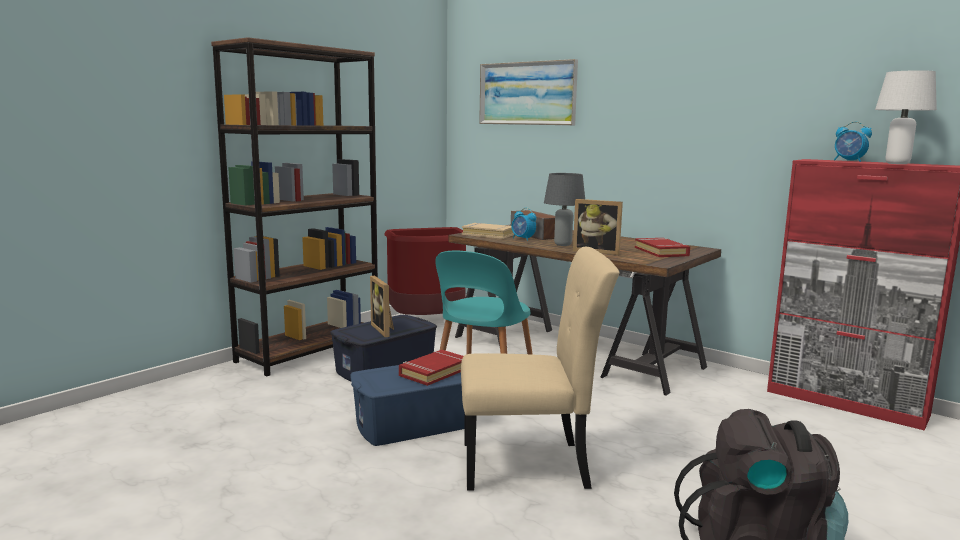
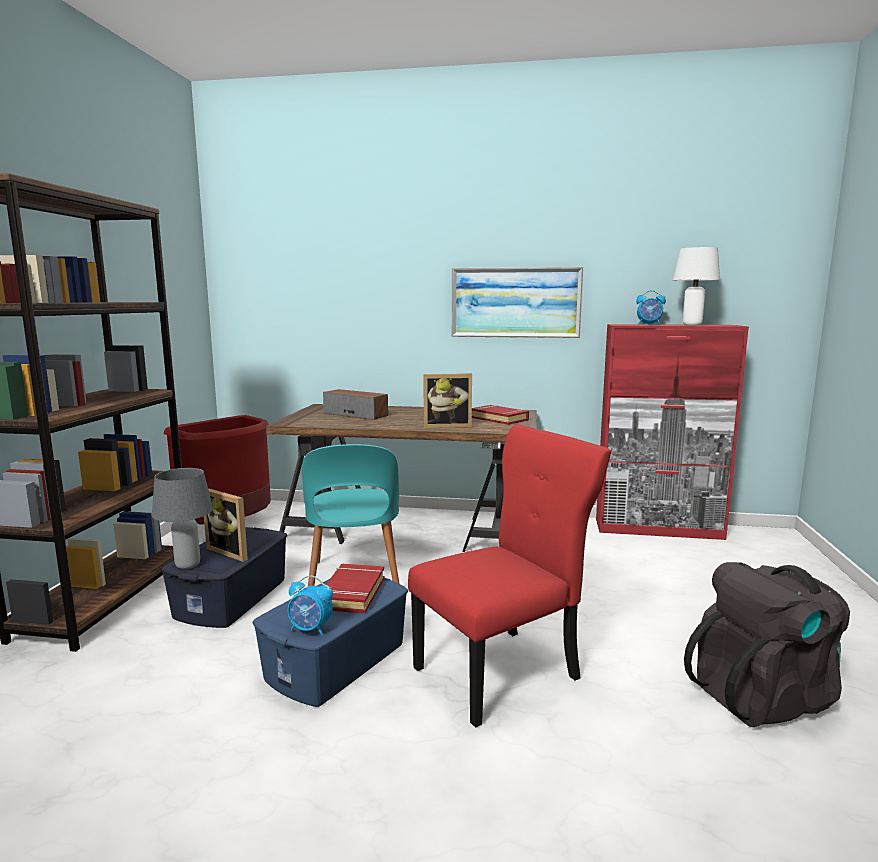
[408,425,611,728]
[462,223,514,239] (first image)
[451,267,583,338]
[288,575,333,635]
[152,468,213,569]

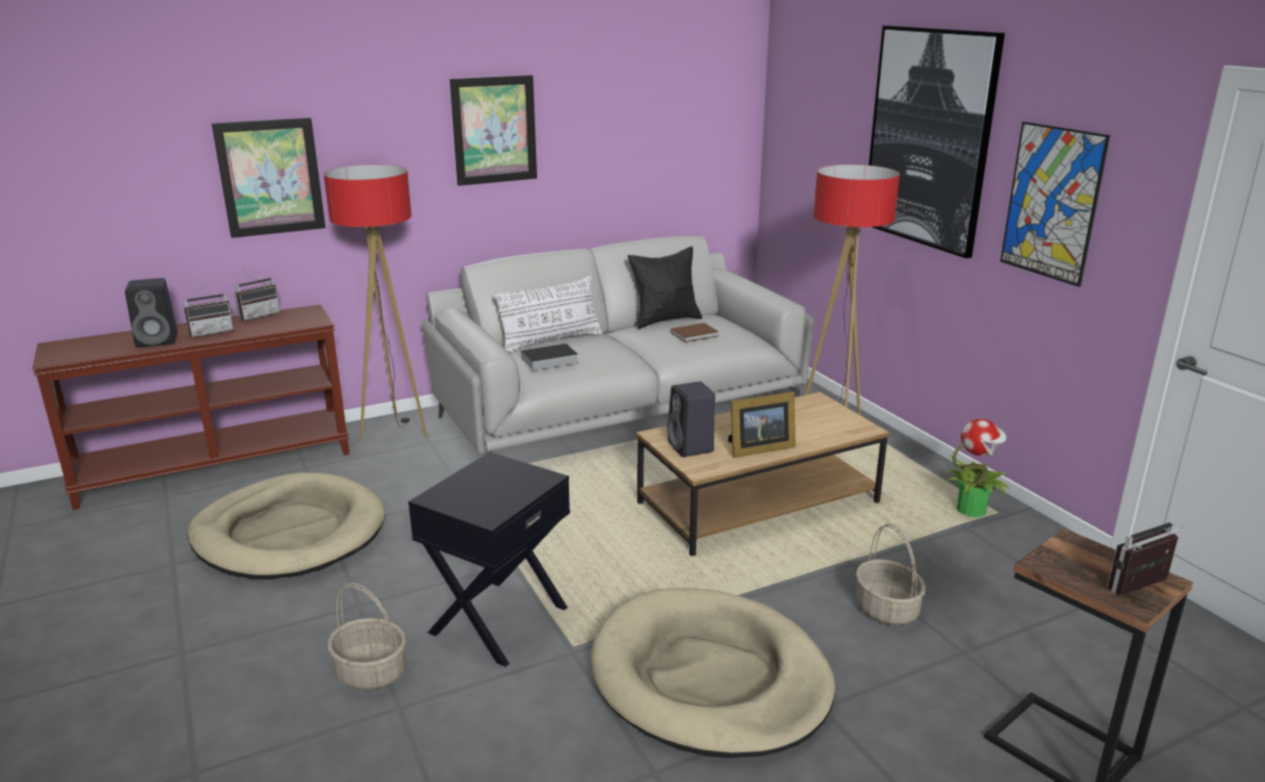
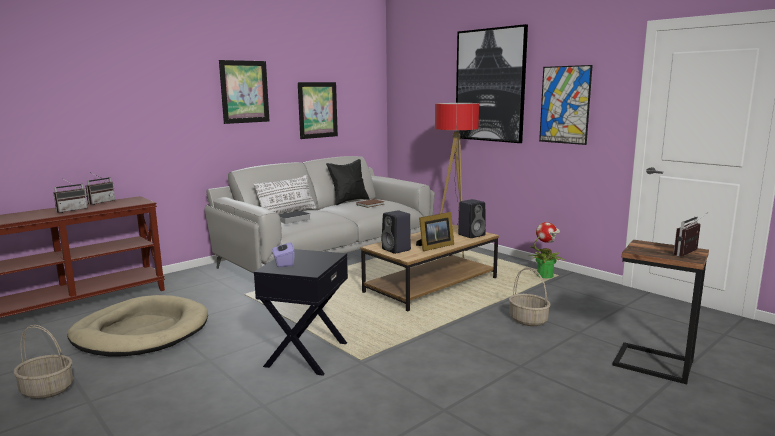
[458,199,486,238]
[298,82,338,139]
[324,165,428,442] (first image)
[13,325,73,399]
[591,588,835,758] (first image)
[272,239,295,267]

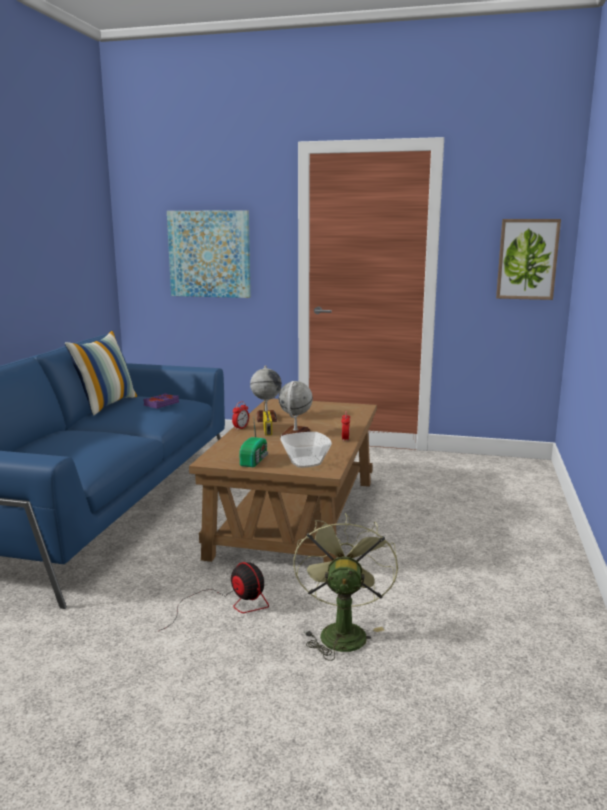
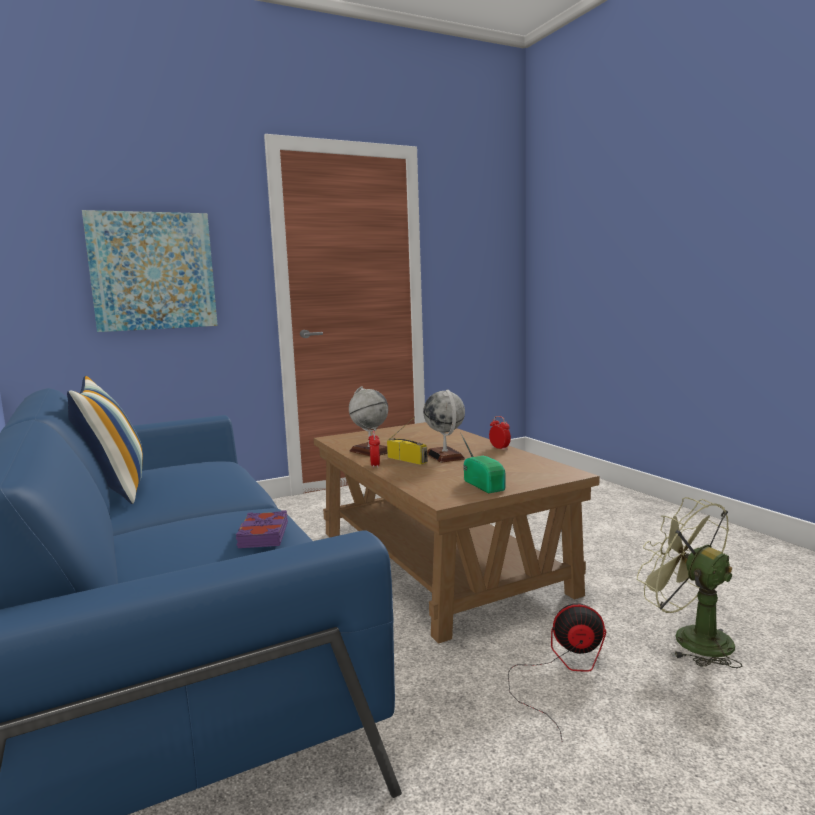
[236,510,288,548]
[280,432,332,468] (first image)
[496,219,561,300] (first image)

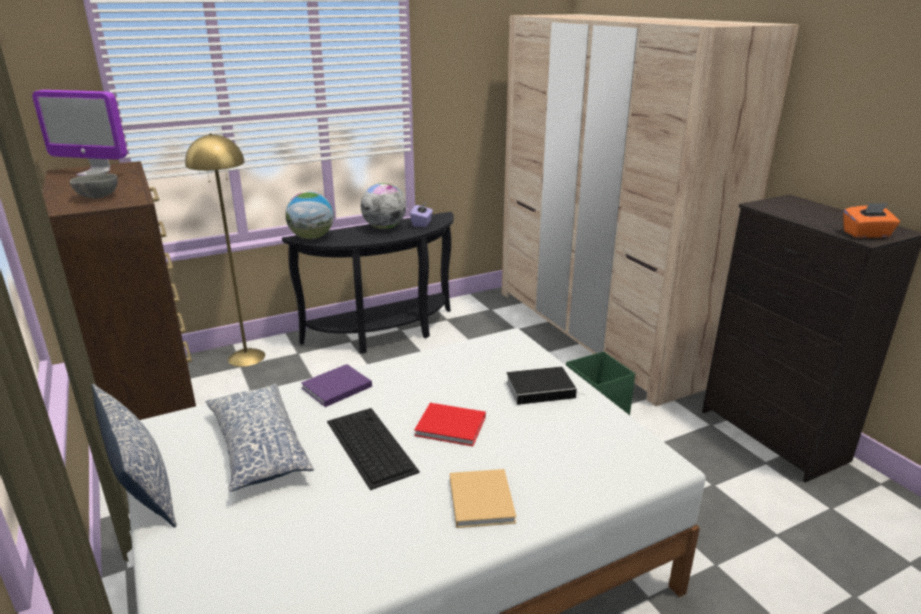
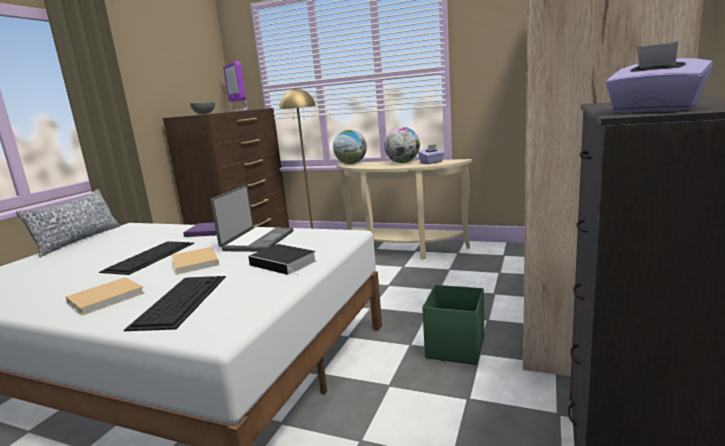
[206,383,314,492] (first image)
[337,159,472,260]
[172,247,219,275]
[606,42,713,113]
[124,276,226,331]
[211,185,294,252]

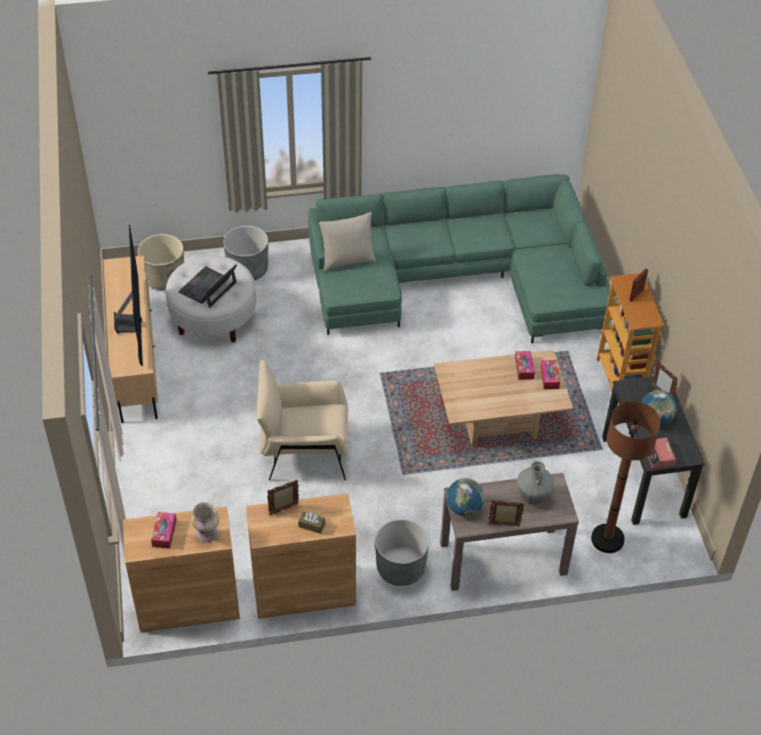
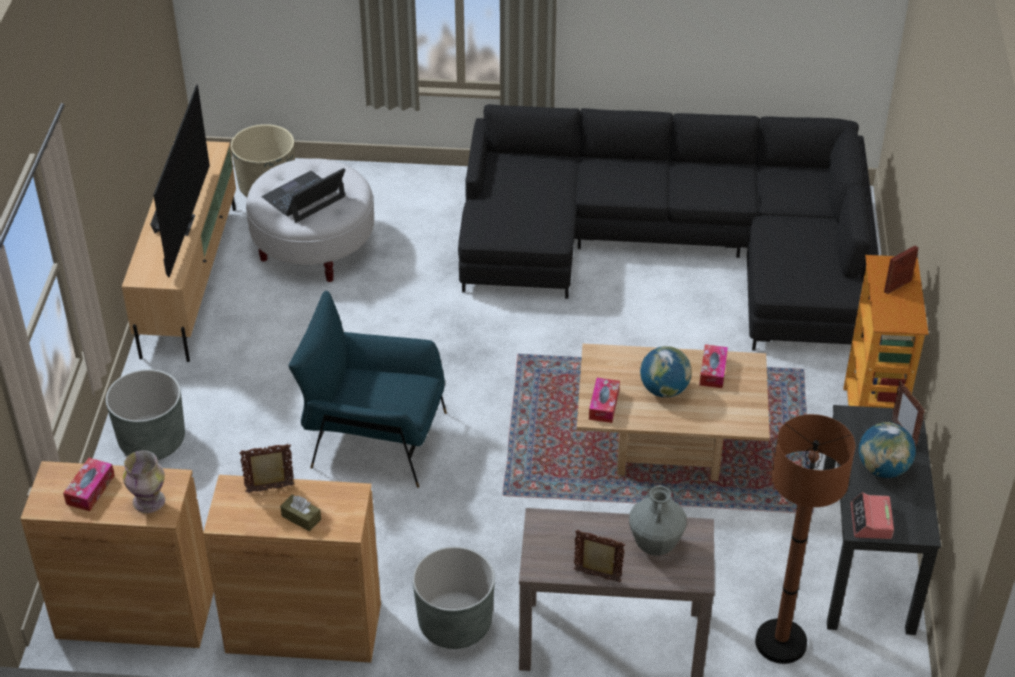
[106,369,185,460]
[289,291,447,488]
[458,104,879,351]
[319,212,376,271] (first image)
[640,346,692,398]
[589,378,620,423]

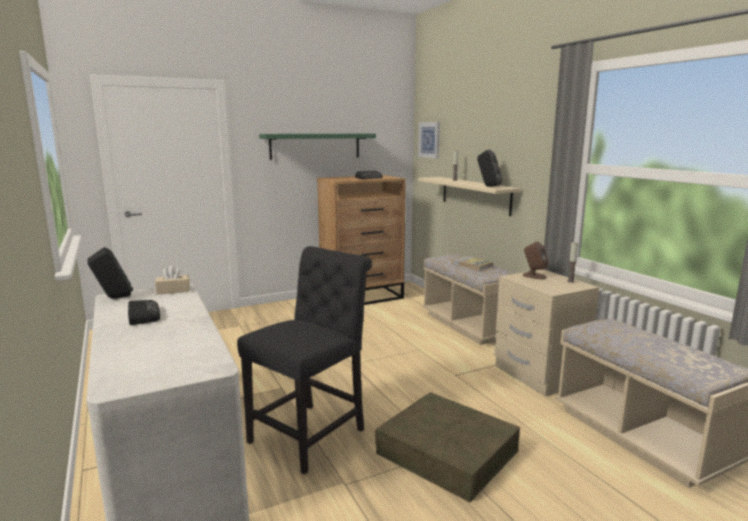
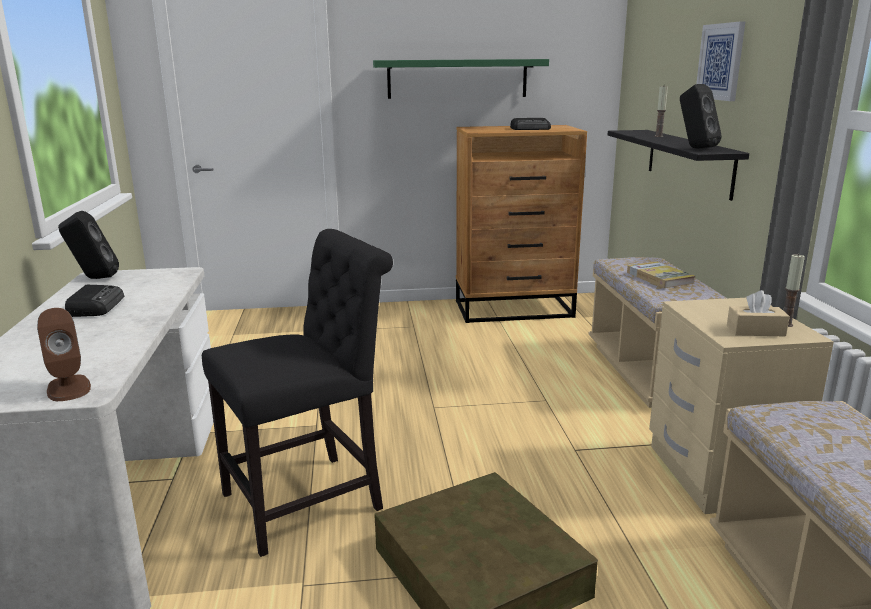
[727,290,790,336]
[696,21,746,101]
[608,130,749,201]
[37,308,91,401]

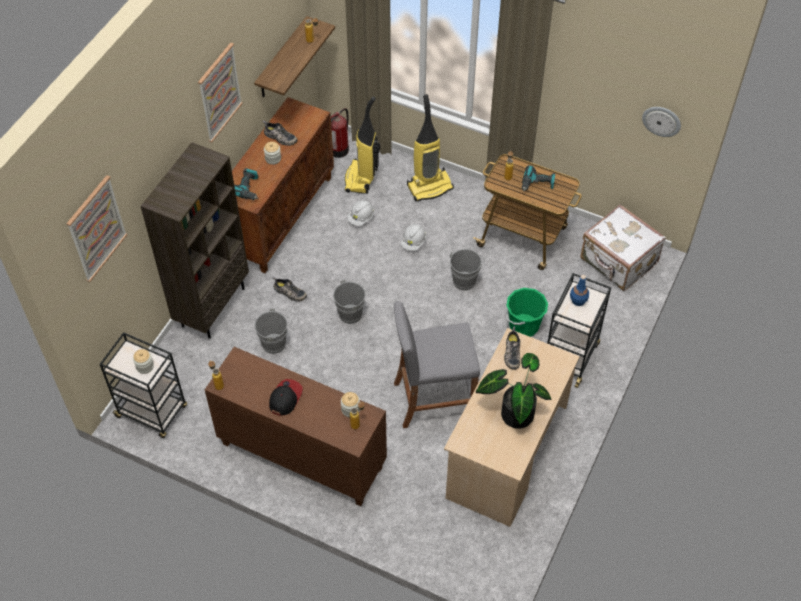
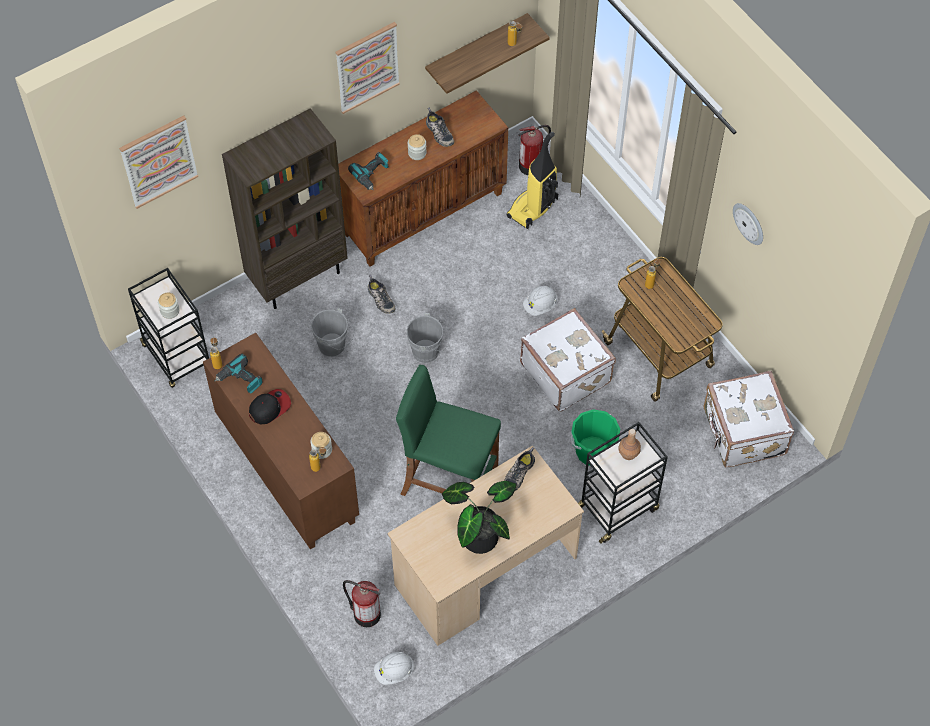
[374,652,414,685]
[396,365,501,496]
[407,94,454,201] (first image)
[520,308,616,412]
[215,353,263,394]
[619,429,641,460]
[733,203,763,245]
[343,580,381,627]

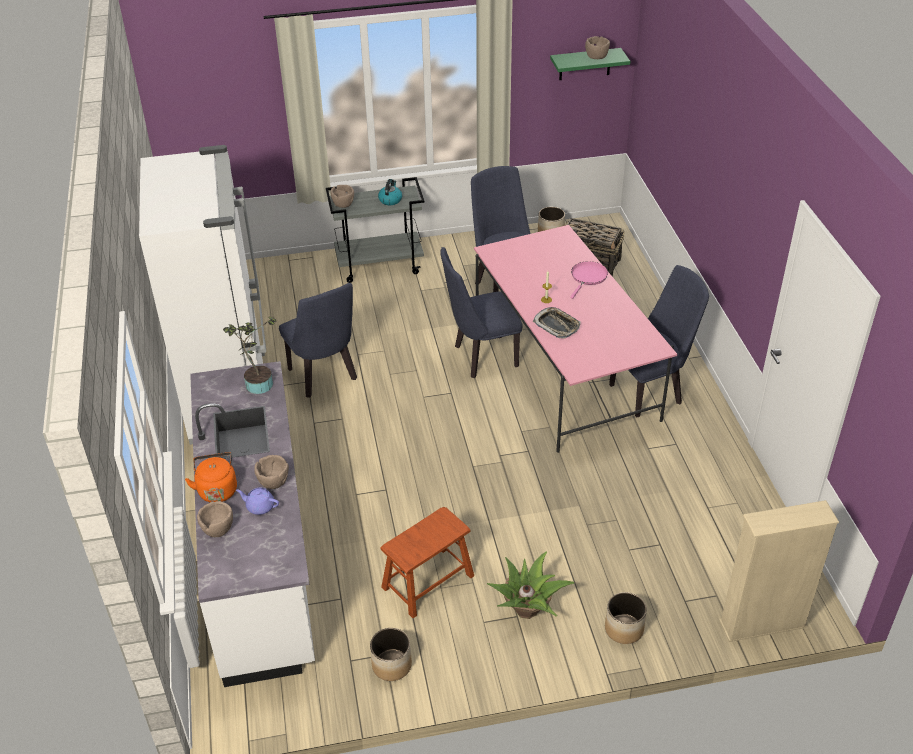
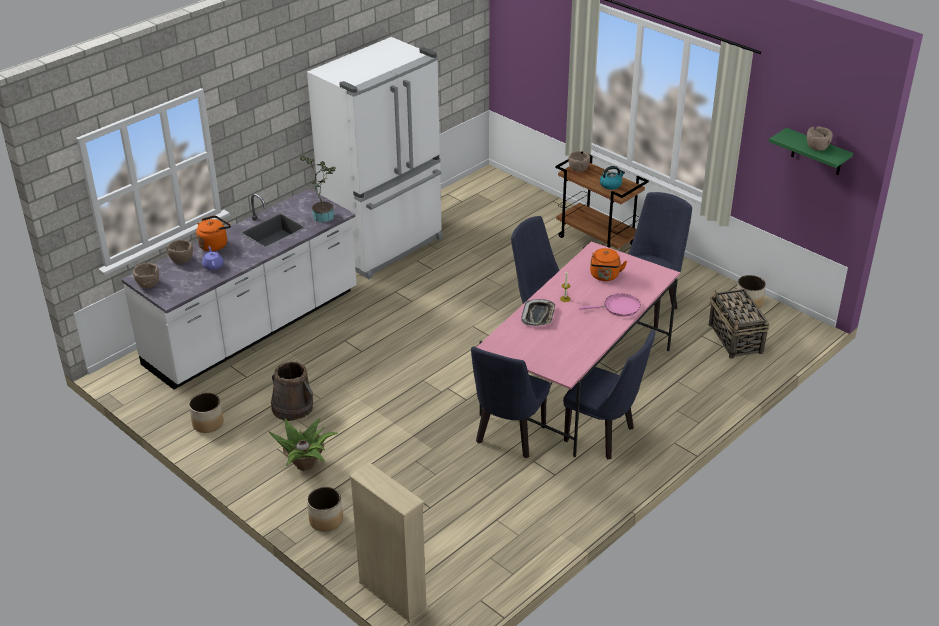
[133,263,159,288]
[471,346,550,458]
[555,151,649,249]
[271,362,313,421]
[590,248,627,281]

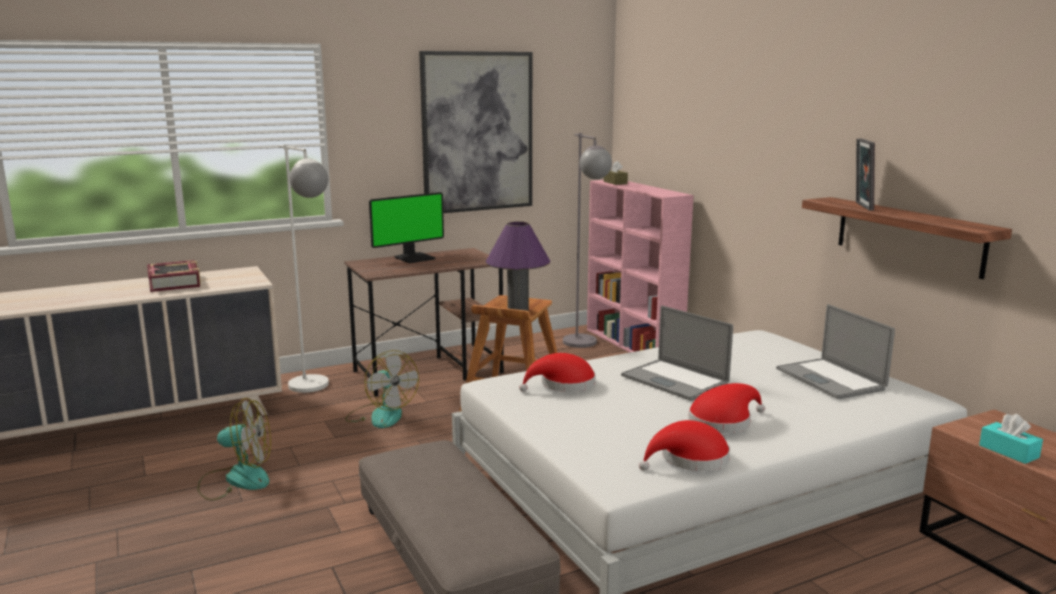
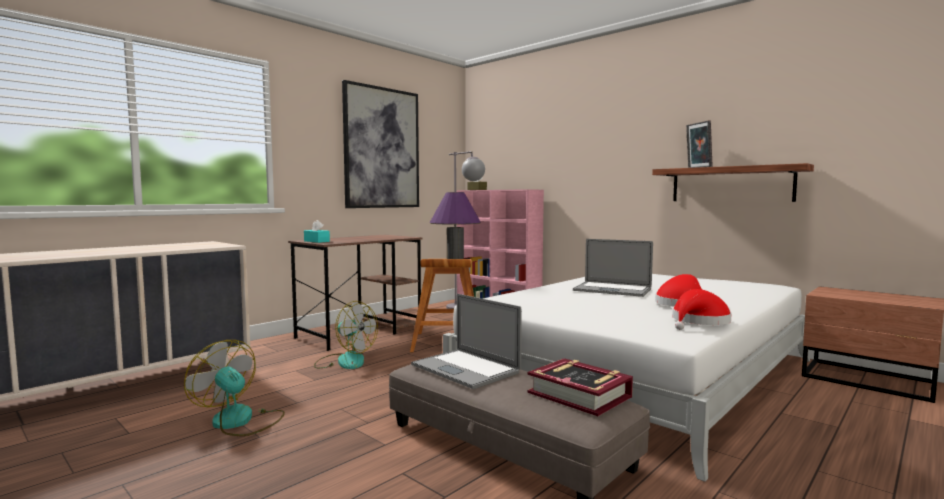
[527,358,633,416]
[184,340,285,436]
[279,144,329,393] (first image)
[369,192,444,263] (first image)
[519,353,596,392] (first image)
[411,294,522,389]
[304,220,330,243]

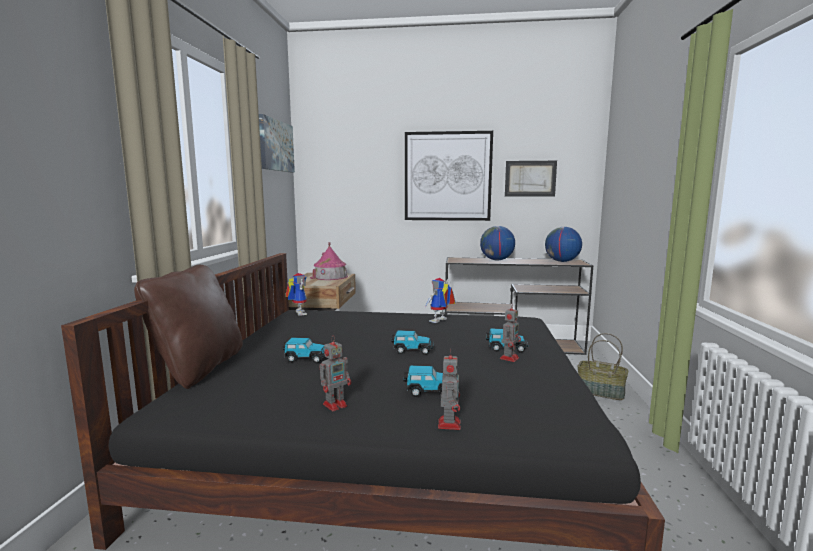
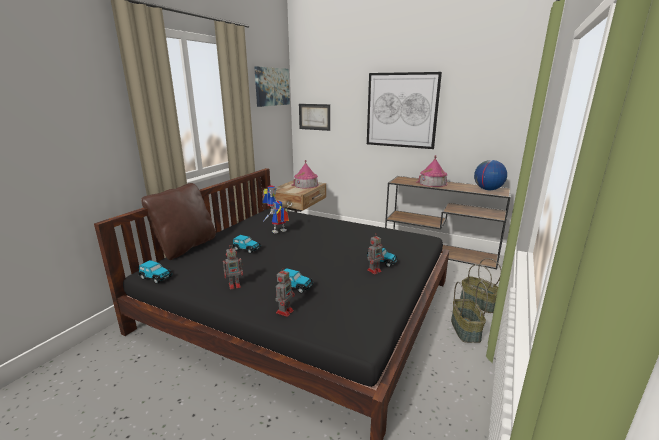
[138,260,172,284]
[262,201,292,234]
[416,155,447,187]
[299,104,330,131]
[451,282,488,343]

